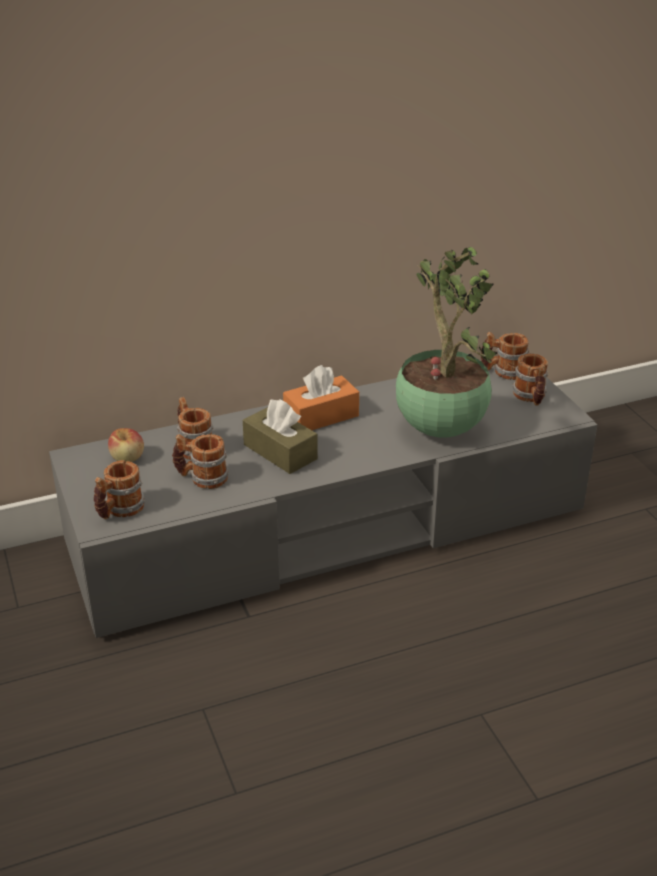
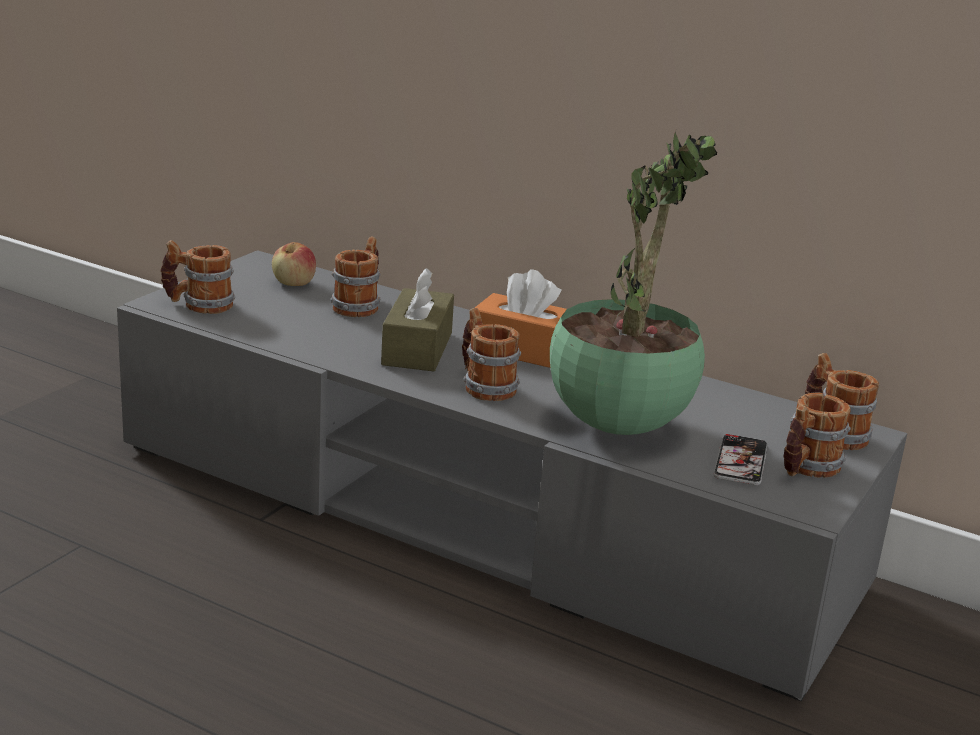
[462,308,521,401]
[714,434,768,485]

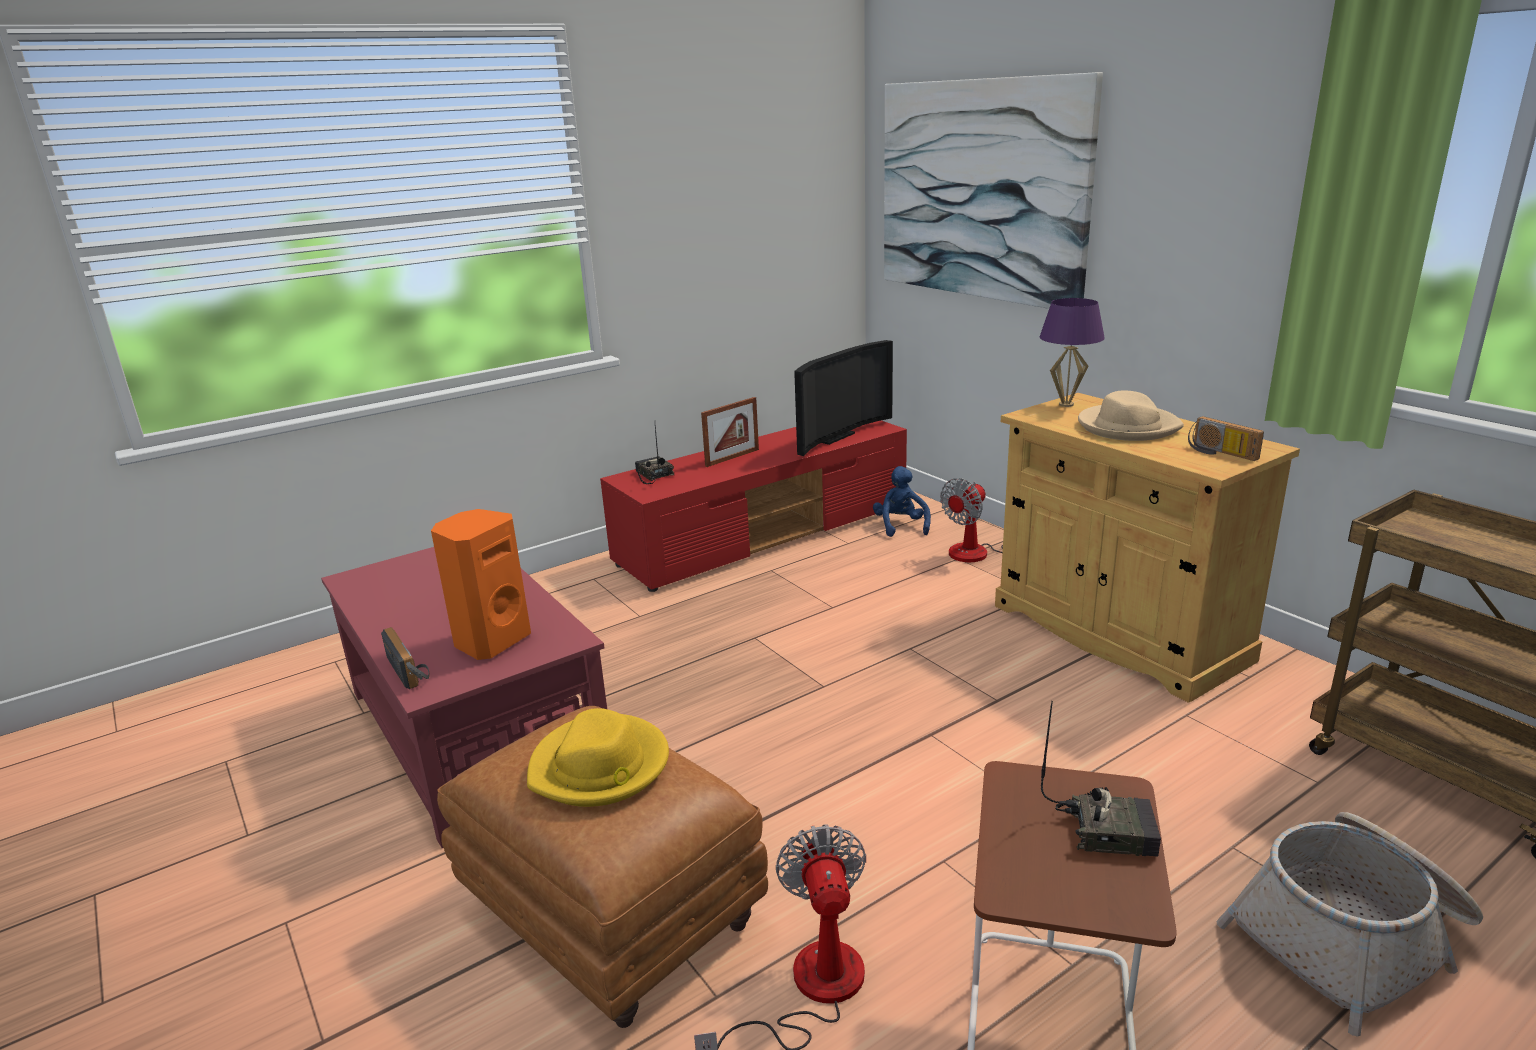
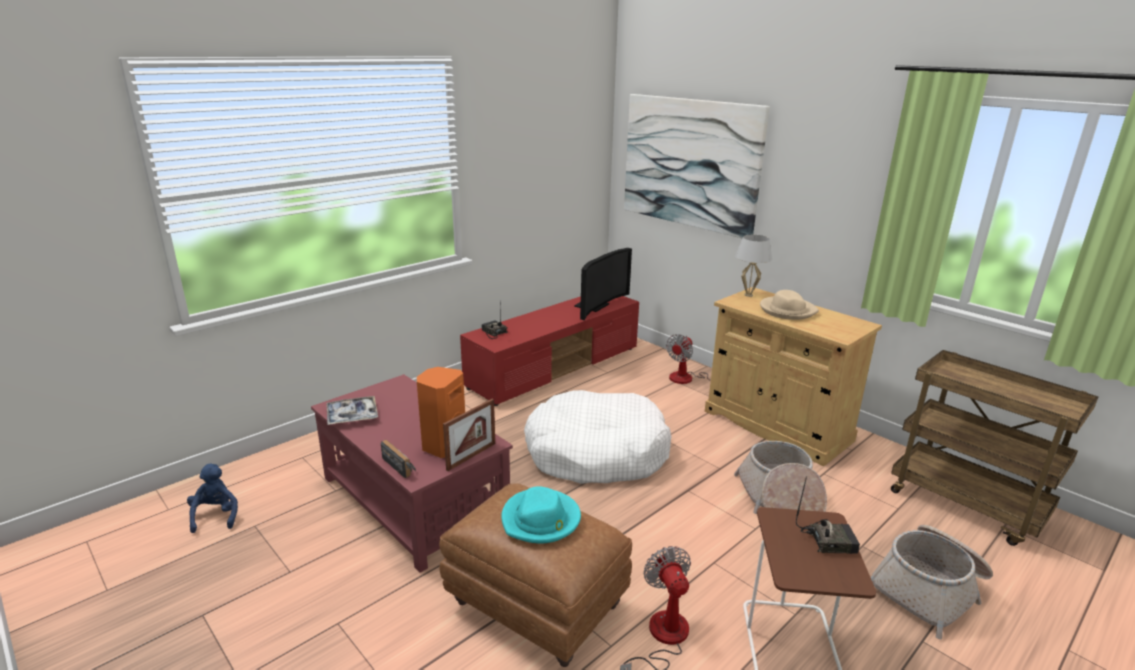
[501,486,581,543]
[443,399,495,471]
[187,464,238,533]
[735,235,772,297]
[1188,416,1264,461] (first image)
[326,396,378,425]
[524,390,671,484]
[734,441,827,514]

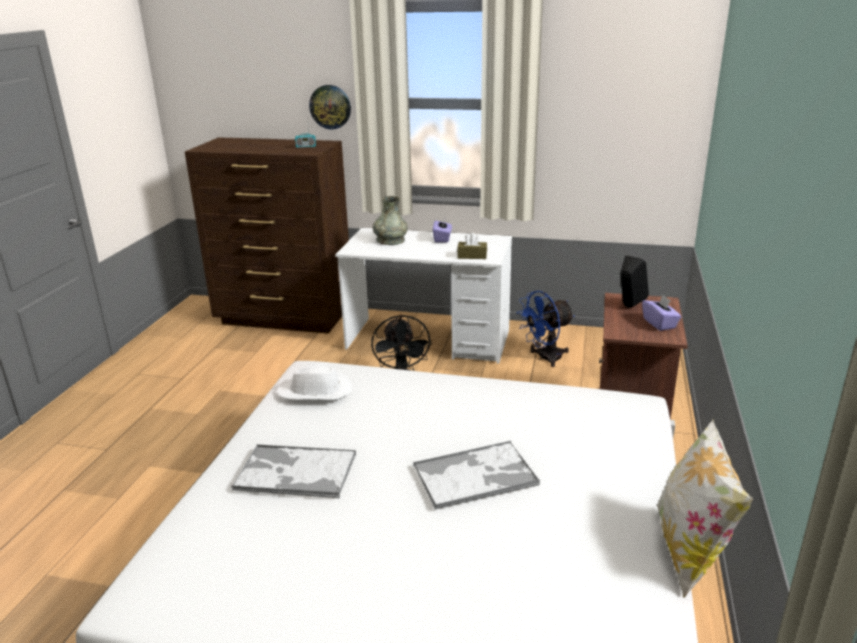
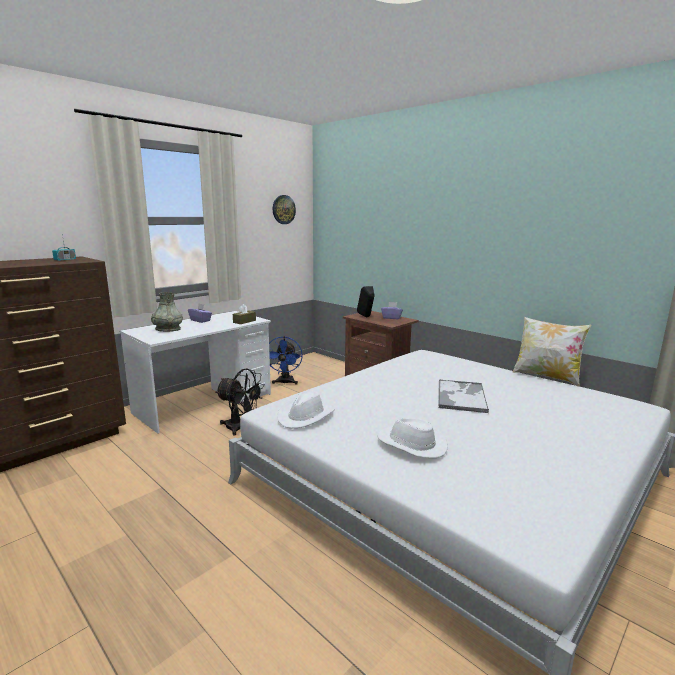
[377,418,448,458]
[273,195,296,224]

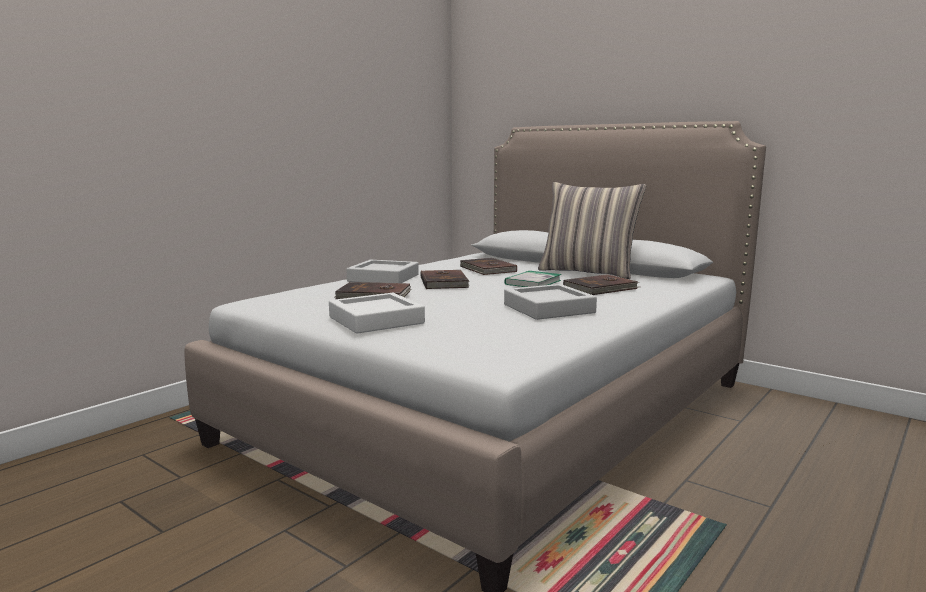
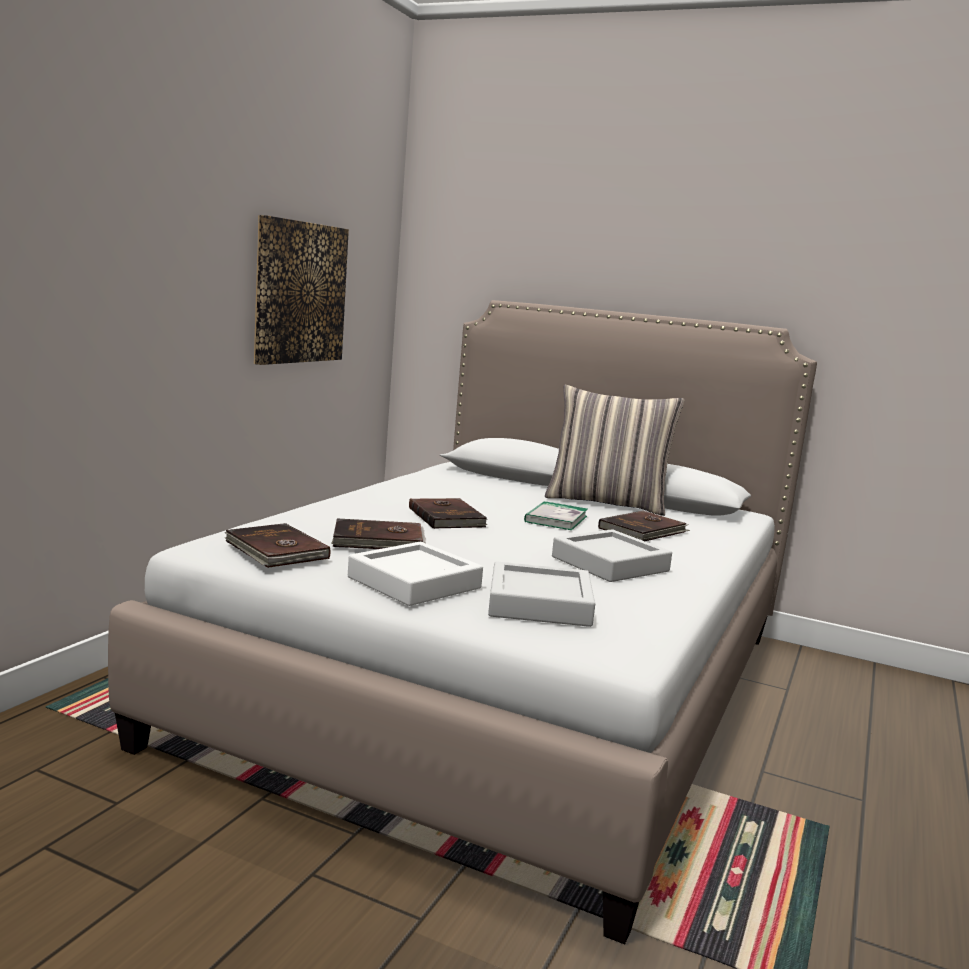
[488,561,595,627]
[225,523,330,568]
[254,215,349,365]

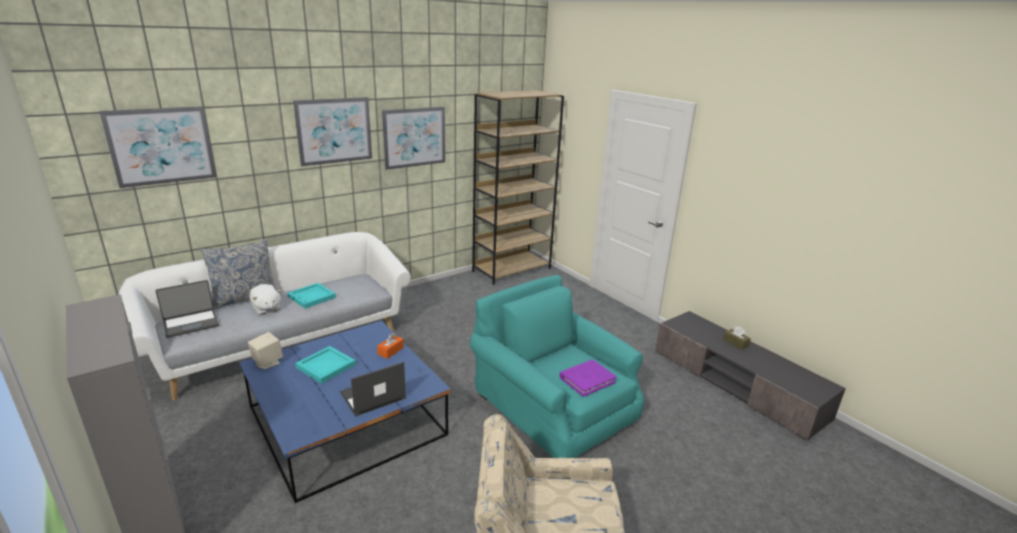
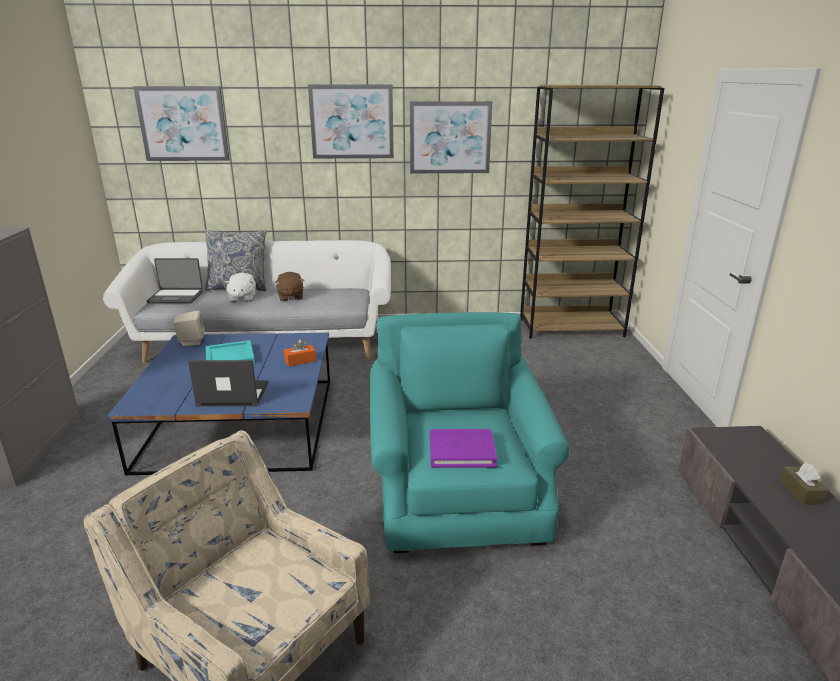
[275,272,304,301]

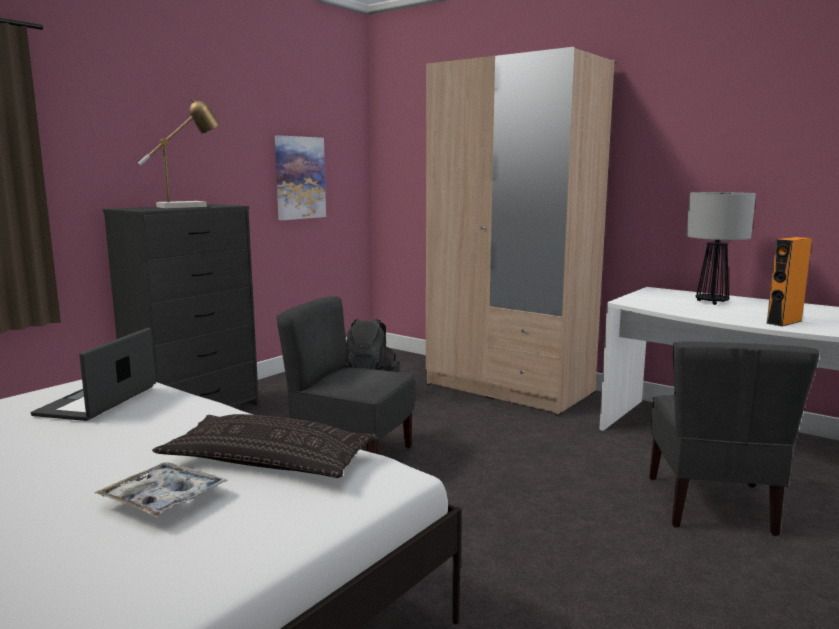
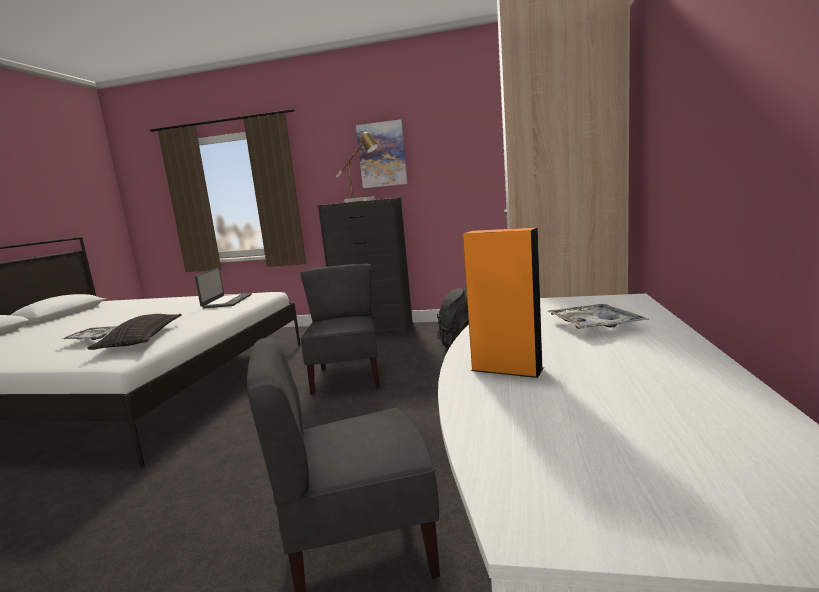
[195,268,252,308]
[356,119,408,188]
[547,304,650,329]

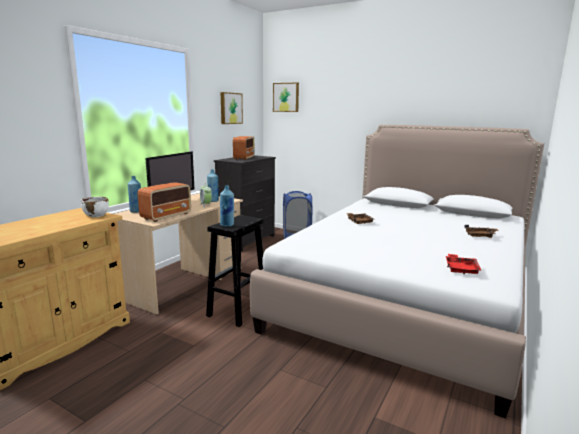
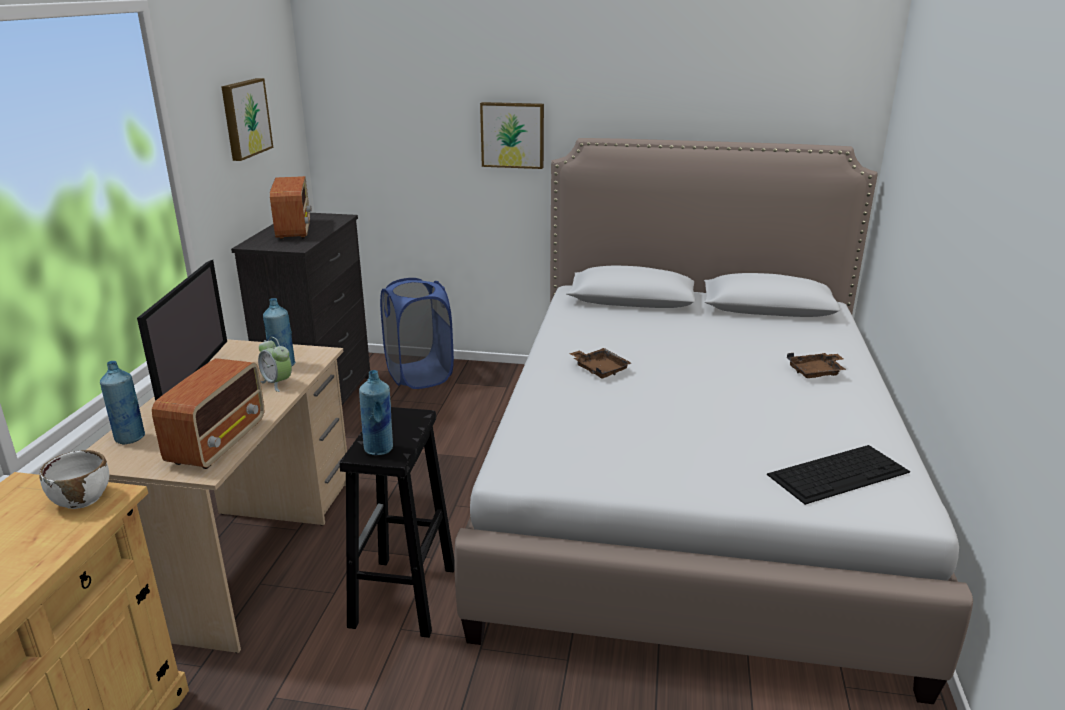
[480,102,544,169]
[767,445,910,505]

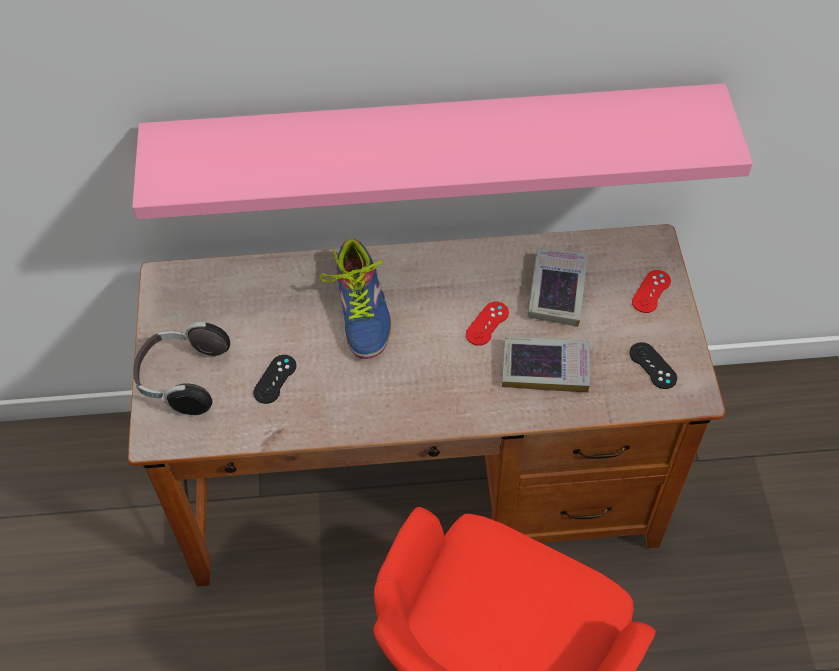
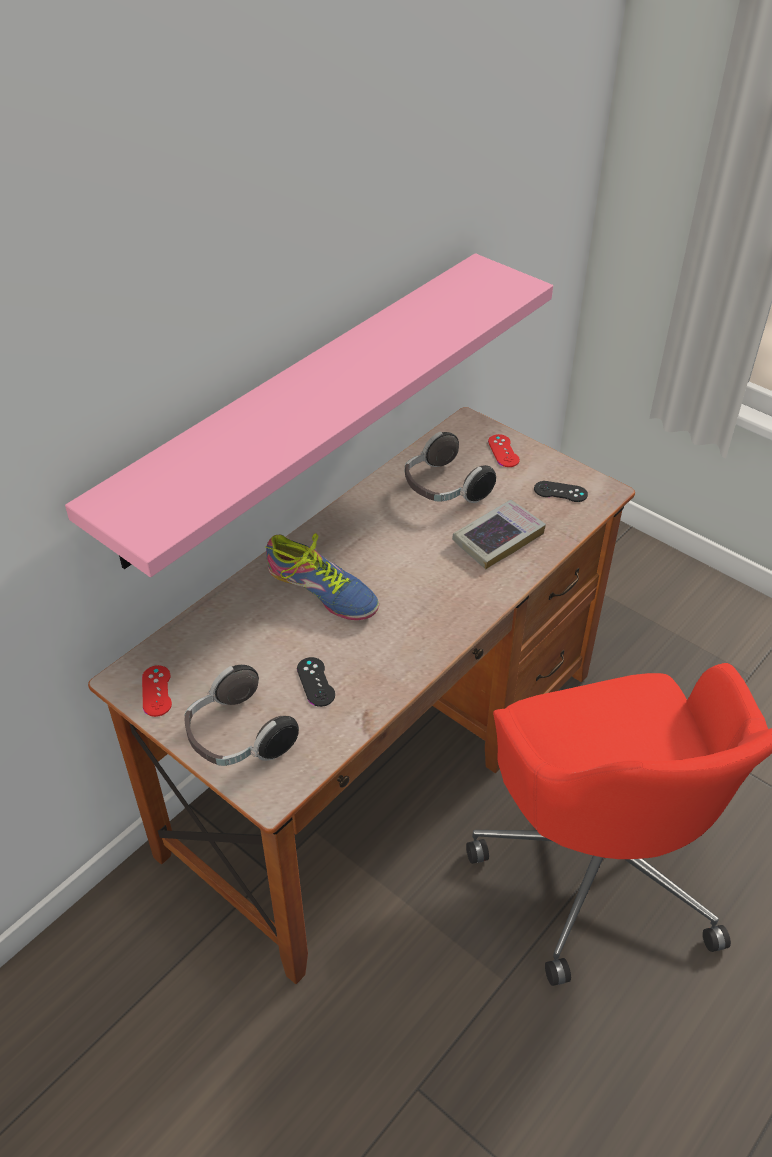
[142,665,172,717]
[405,432,496,503]

